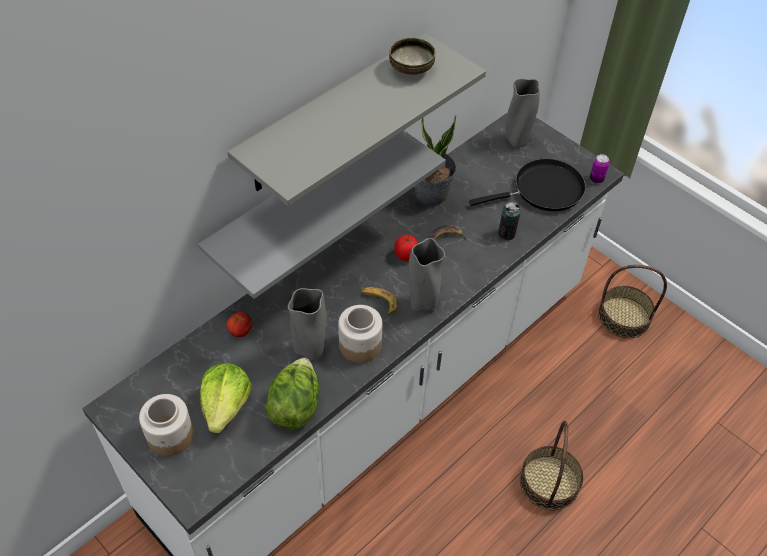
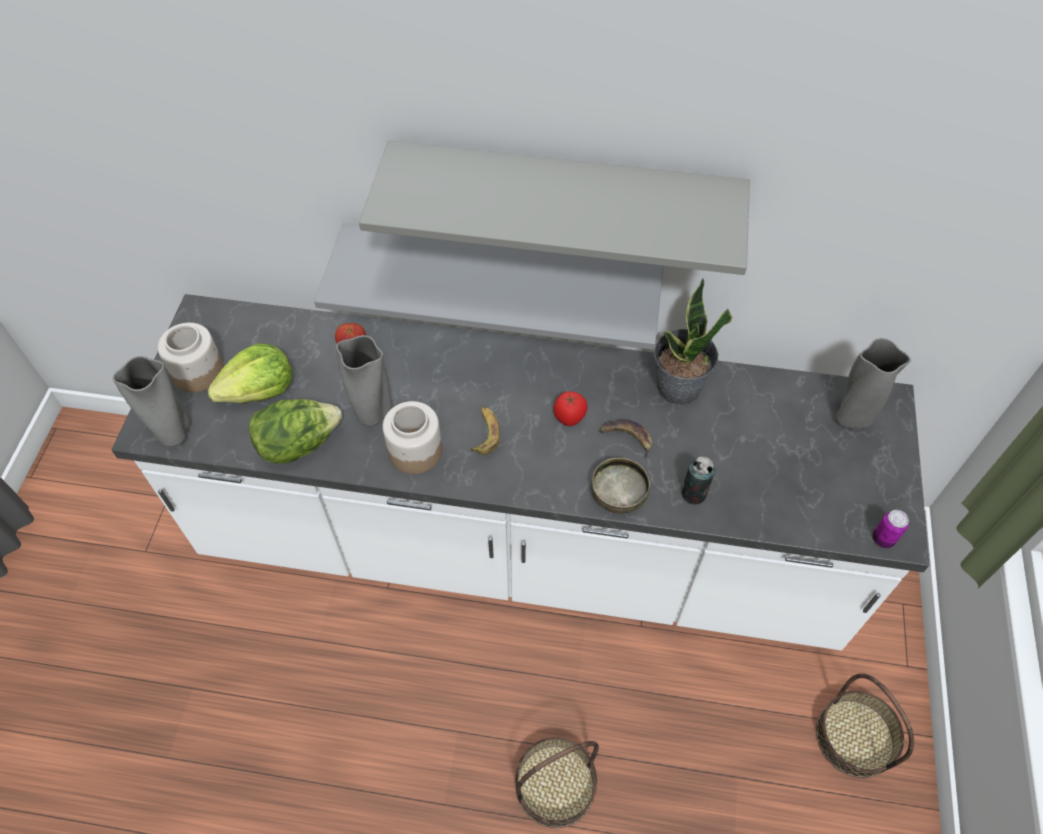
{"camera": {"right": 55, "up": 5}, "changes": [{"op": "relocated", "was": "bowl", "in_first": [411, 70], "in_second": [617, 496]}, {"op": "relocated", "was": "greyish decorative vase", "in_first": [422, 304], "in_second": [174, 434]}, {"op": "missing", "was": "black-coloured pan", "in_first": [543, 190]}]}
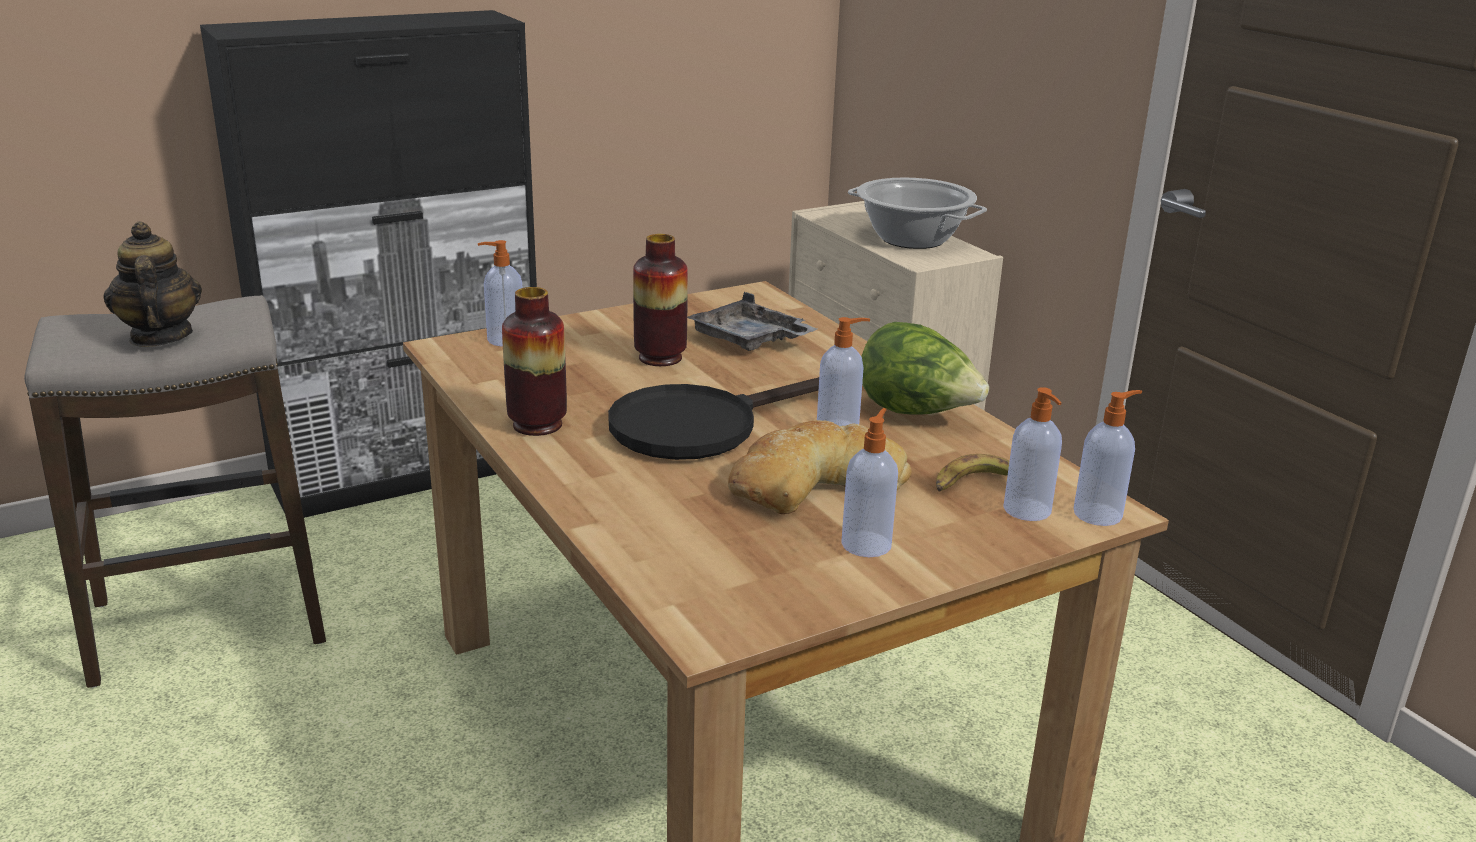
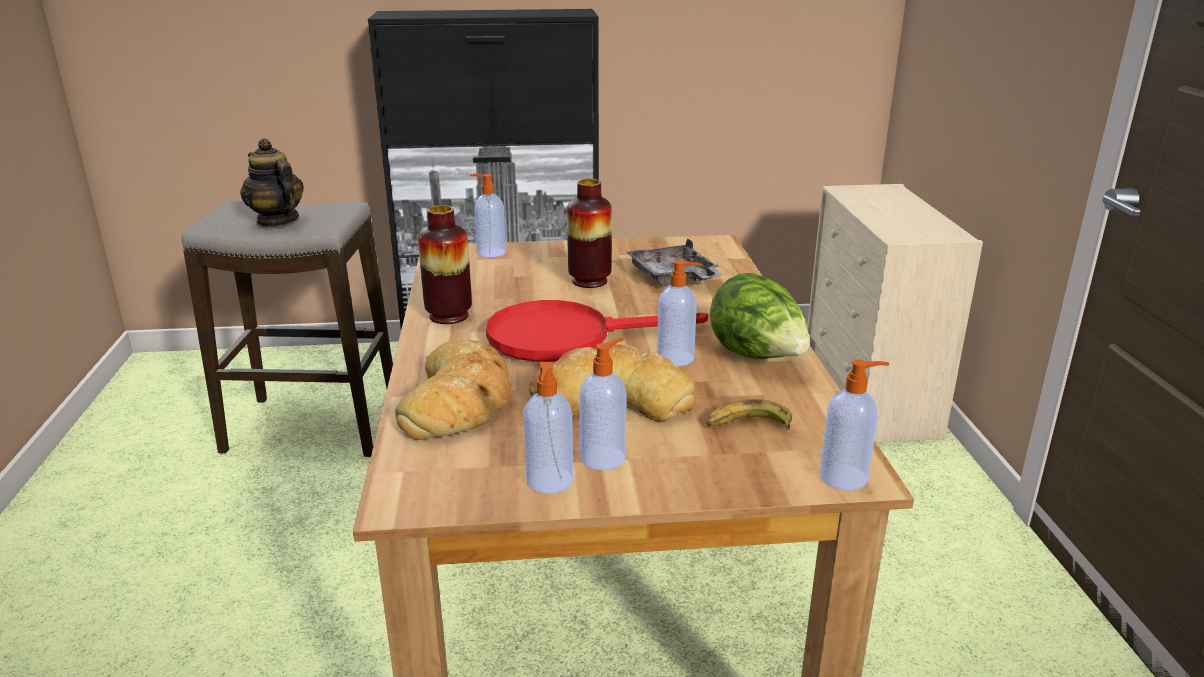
{"camera": {"right": 25, "up": 0}, "changes": [{"op": "spun", "was": "tea pot", "in_first": [160, 337], "in_second": [277, 221], "clockwise": -45}, {"op": "colour", "was": "black-coloured pan", "now": "reddish pan", "in_first": [700, 426], "in_second": [566, 337]}, {"op": "missing", "was": "saucepot", "in_first": [911, 239]}, {"op": "relocated", "was": "liquid soap bottle", "in_first": [1028, 511], "in_second": [549, 482]}, {"op": "appeared", "now": "bread", "in_second": [460, 400]}]}
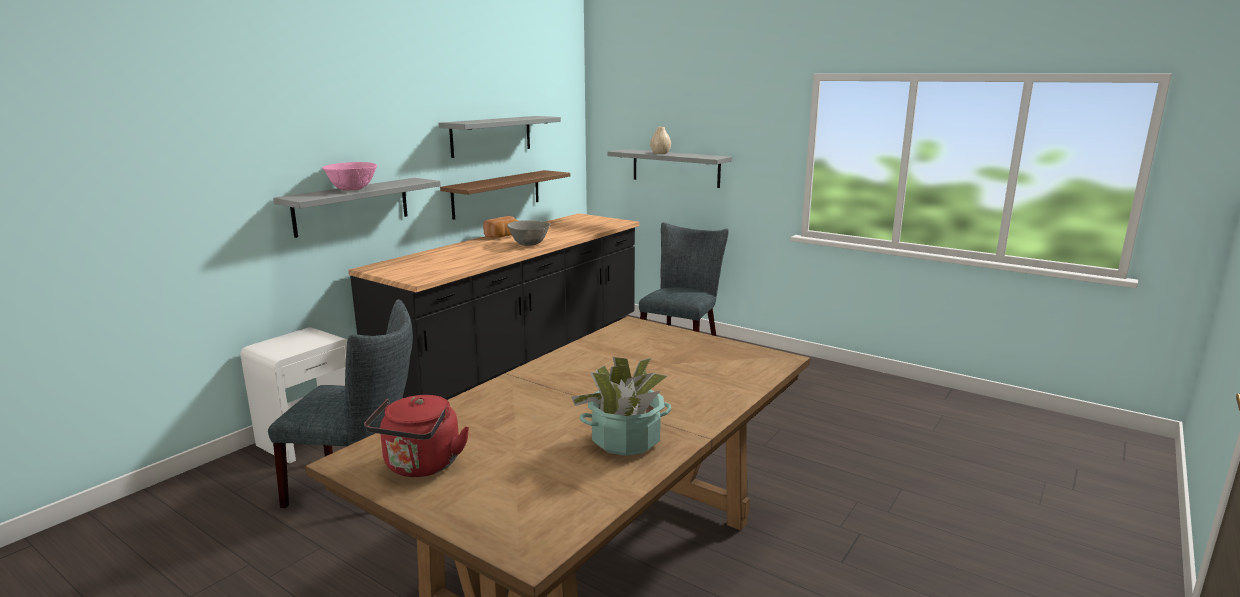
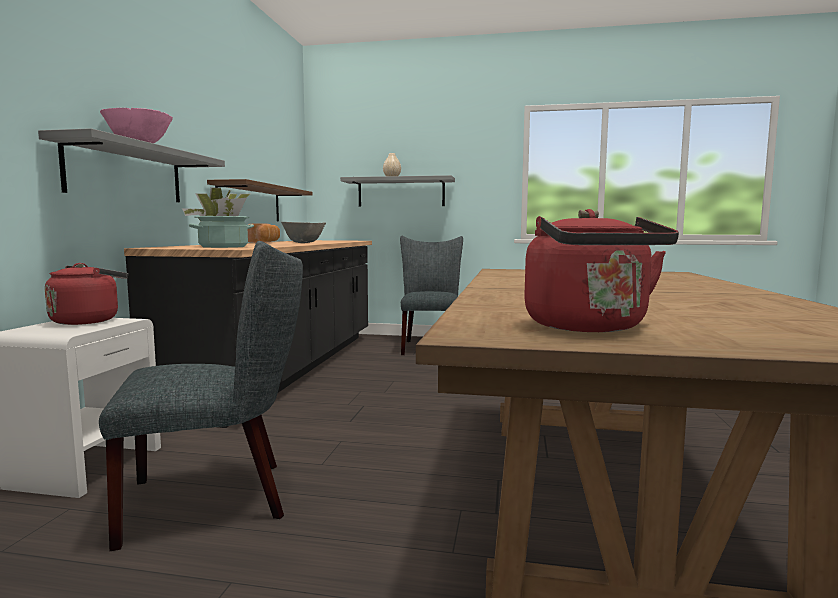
{"camera": {"right": -25, "up": -10}, "changes": [{"op": "missing", "was": "greyish shelf", "in_first": [491, 136]}, {"op": "relocated", "was": "houseplant", "in_first": [626, 441], "in_second": [223, 247]}, {"op": "appeared", "now": "reddish kettle", "in_second": [88, 321]}]}
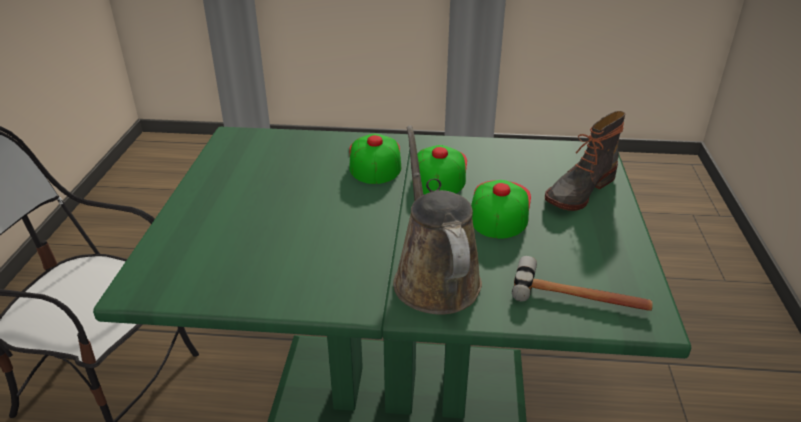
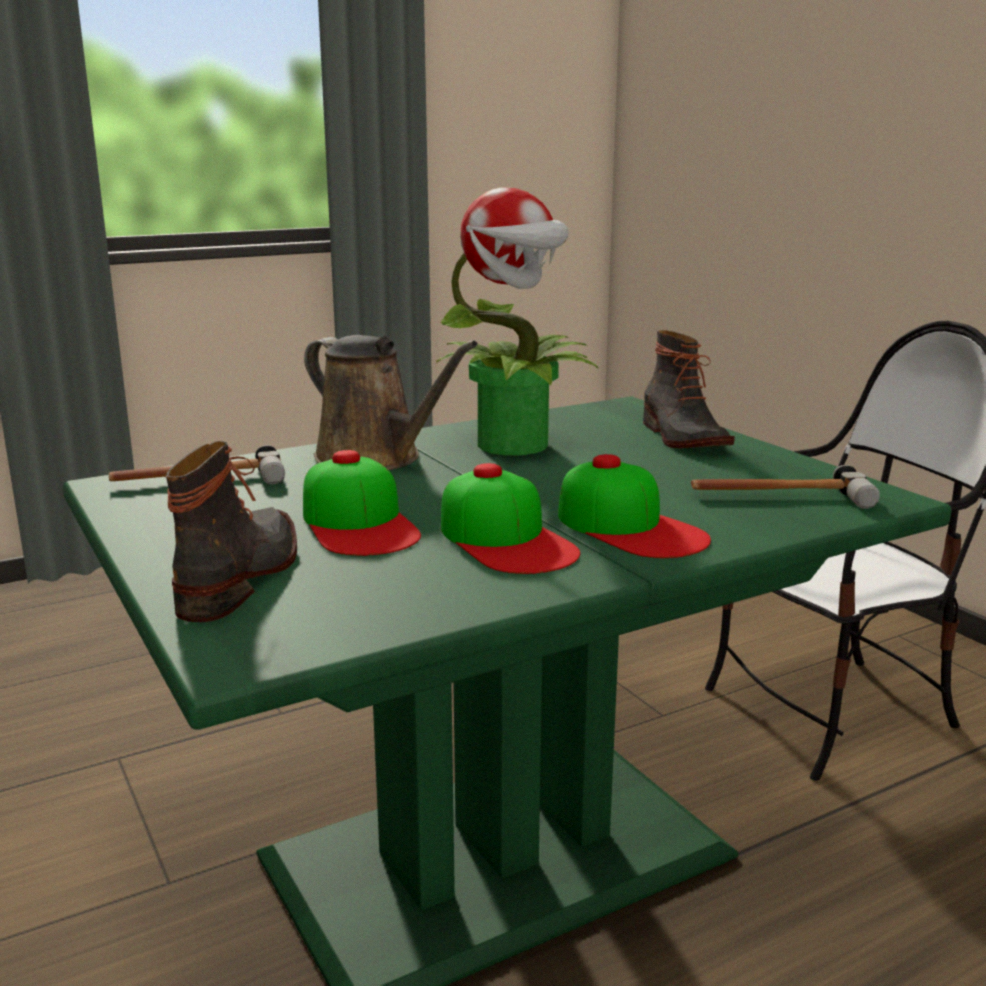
{"camera": {"right": 145, "up": -15}, "changes": [{"op": "appeared", "now": "houseplant", "in_second": [515, 445]}, {"op": "appeared", "now": "high-top boot", "in_second": [681, 437]}, {"op": "appeared", "now": "tool hammer", "in_second": [778, 497]}]}
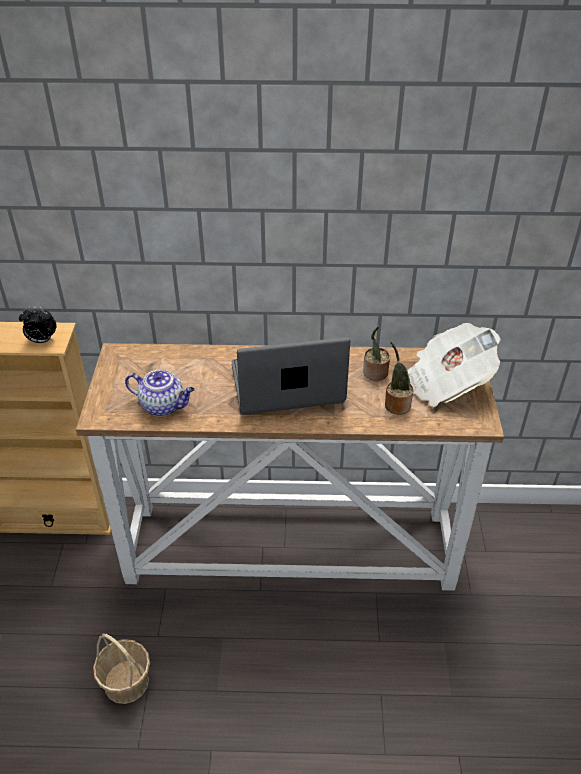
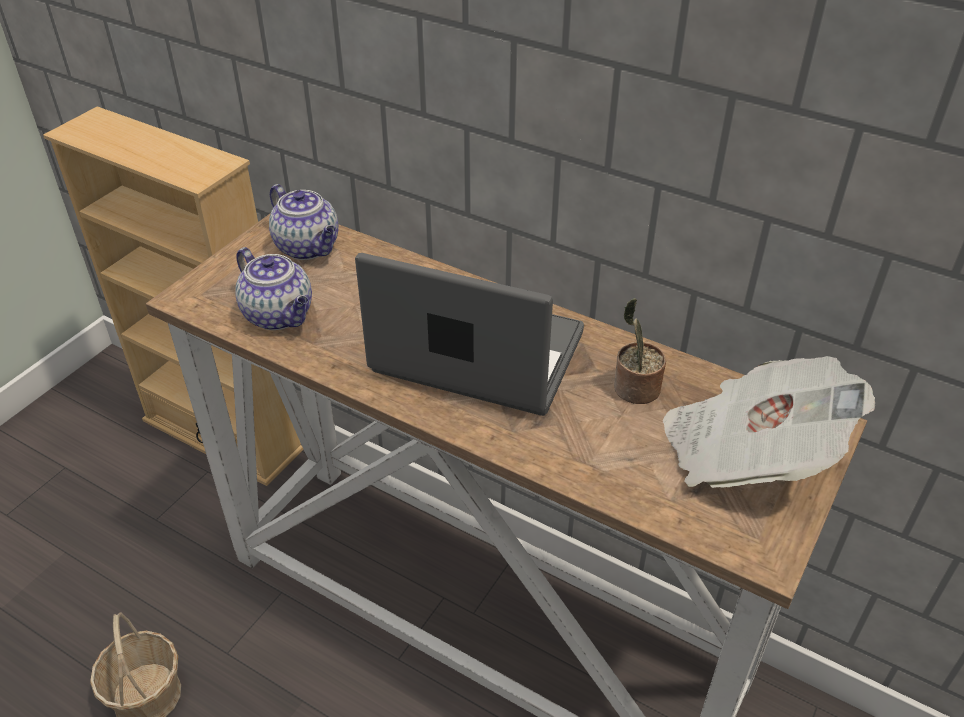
{"camera": {"right": 30, "up": 0}, "changes": [{"op": "missing", "was": "table clock", "in_first": [42, 341]}, {"op": "missing", "was": "houseplant", "in_first": [396, 404]}, {"op": "appeared", "now": "tea pot", "in_second": [309, 248]}]}
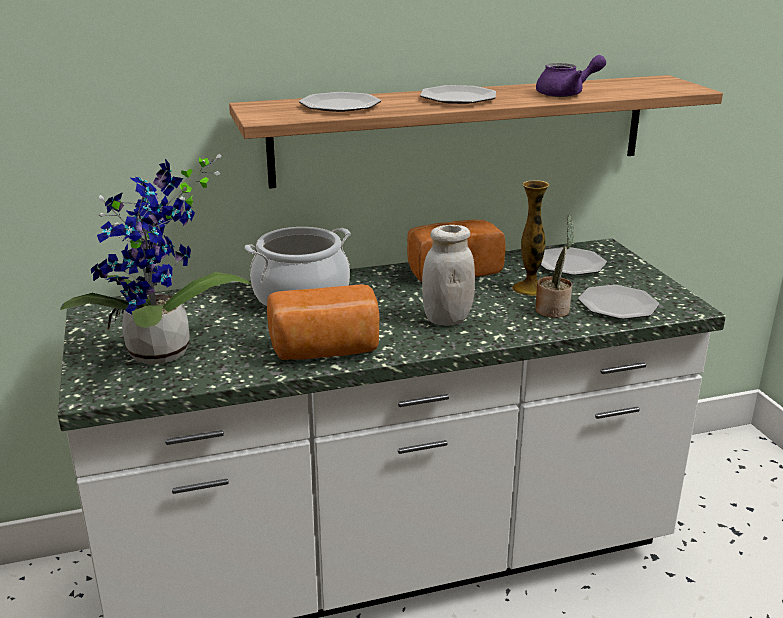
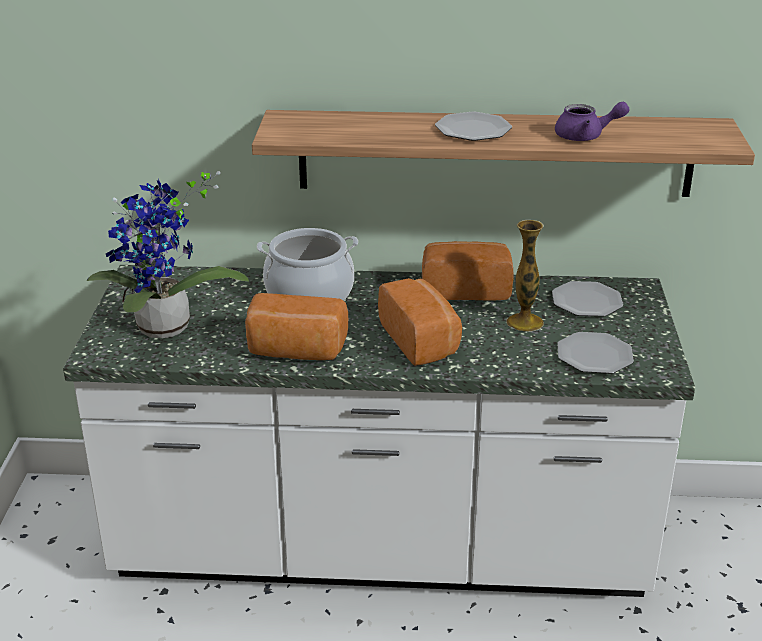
{"camera": {"right": 20, "up": 5}, "changes": [{"op": "missing", "was": "plate", "in_first": [341, 105]}, {"op": "exchanged", "was": "white preserve jar", "now": "bread", "in_first": [447, 319], "in_second": [421, 340]}, {"op": "missing", "was": "houseplant", "in_first": [553, 309]}]}
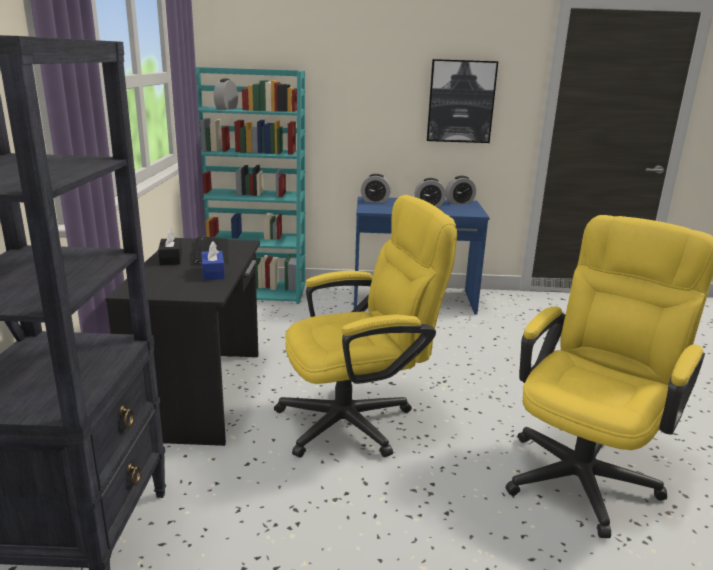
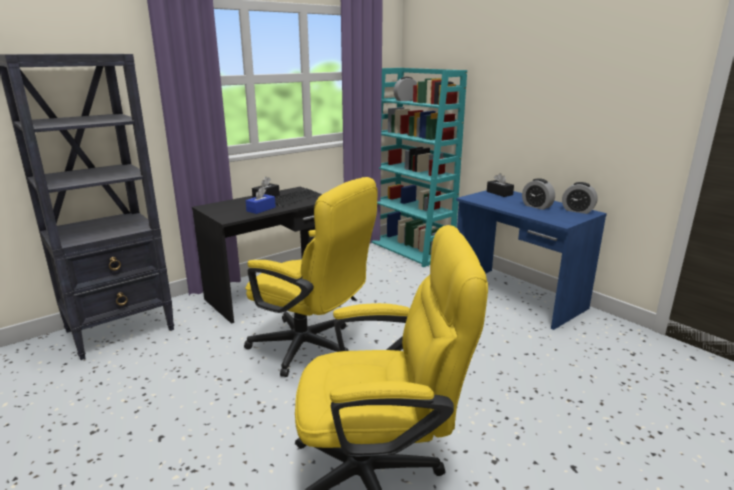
{"camera": {"right": 50, "up": 0}, "changes": [{"op": "exchanged", "was": "table clock", "now": "black-coloured box of tissues", "in_first": [375, 201], "in_second": [499, 193]}, {"op": "missing", "was": "wall picture", "in_first": [461, 101]}]}
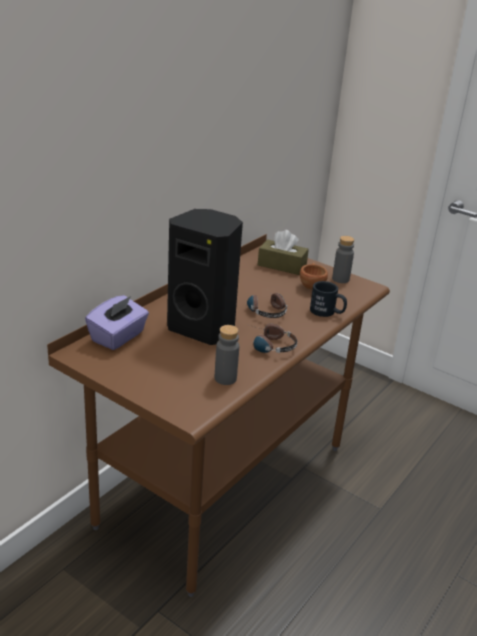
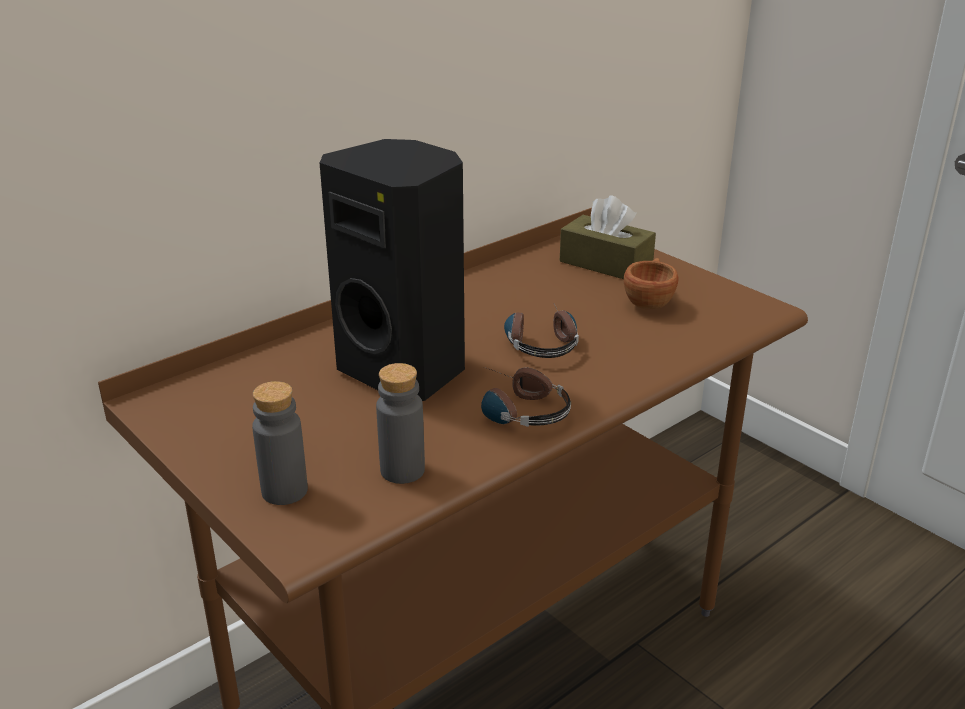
{"camera": {"right": 15, "up": 0}, "changes": [{"op": "missing", "was": "purplish box of tissues", "in_first": [118, 337]}, {"op": "missing", "was": "black-coloured tea mug", "in_first": [327, 312]}, {"op": "relocated", "was": "greyish bottle", "in_first": [340, 279], "in_second": [284, 491]}]}
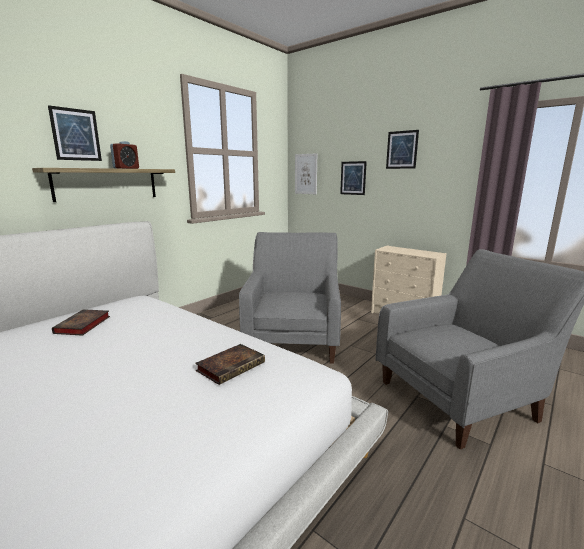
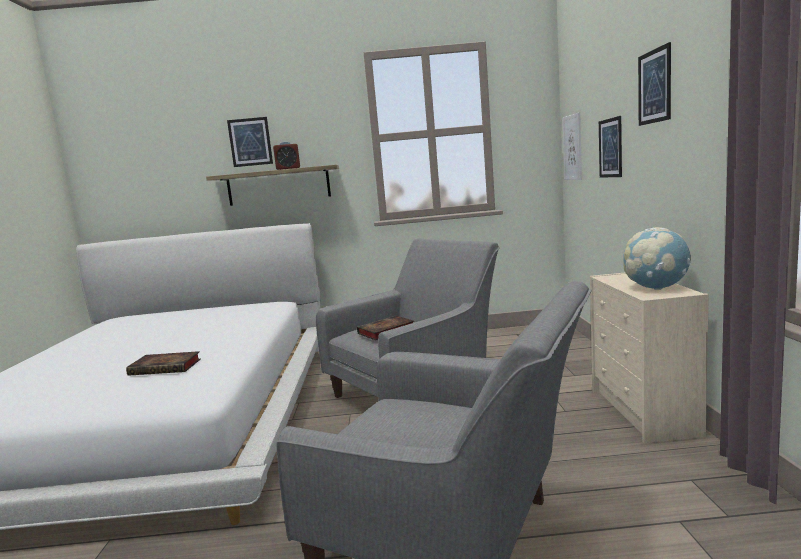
{"camera": {"right": 50, "up": -5}, "changes": [{"op": "relocated", "was": "volume", "in_first": [82, 325], "in_second": [385, 331]}, {"op": "appeared", "now": "desk globe", "in_second": [656, 288]}]}
